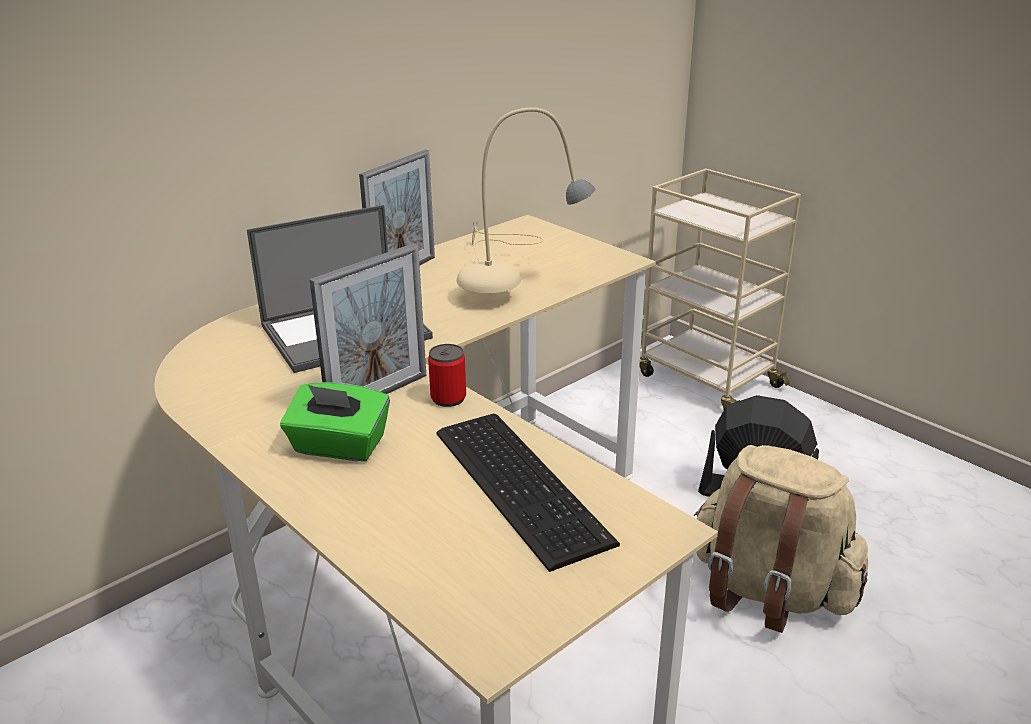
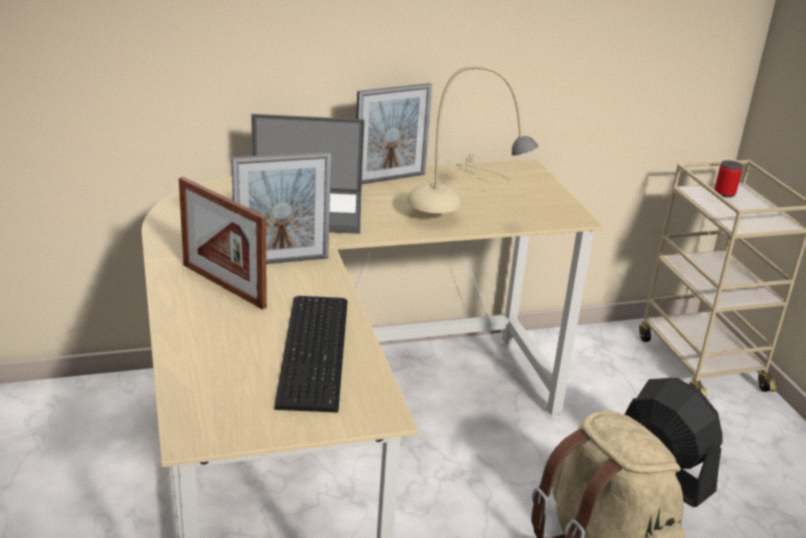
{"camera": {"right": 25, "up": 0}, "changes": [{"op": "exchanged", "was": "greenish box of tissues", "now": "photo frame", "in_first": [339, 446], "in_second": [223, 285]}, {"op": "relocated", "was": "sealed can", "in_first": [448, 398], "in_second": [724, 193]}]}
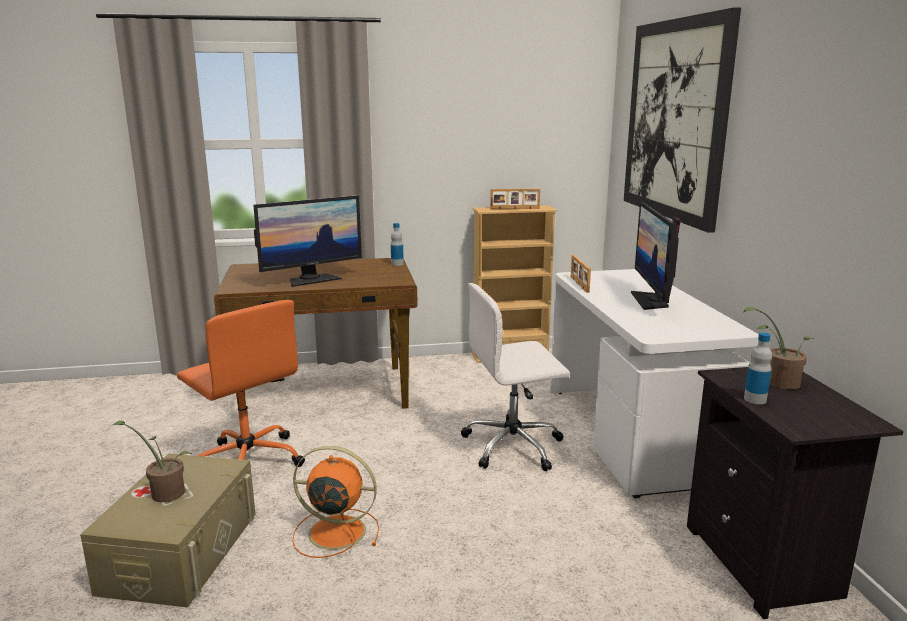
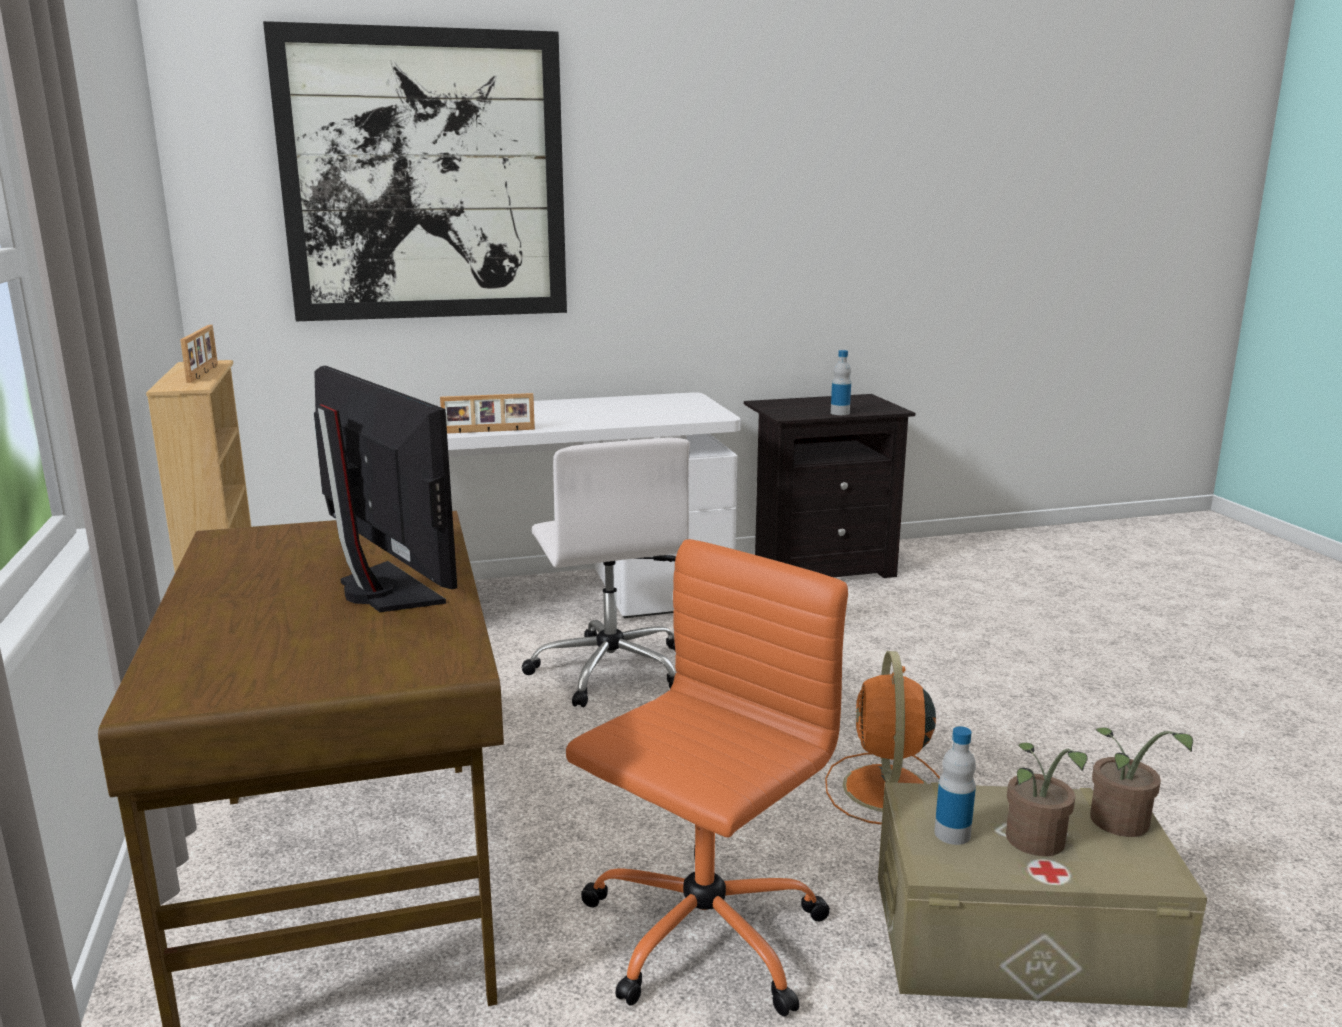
{"camera": {"right": -95, "up": 0}, "changes": [{"op": "relocated", "was": "bottle", "in_first": [397, 264], "in_second": [952, 834]}, {"op": "missing", "was": "computer screen", "in_first": [652, 301]}, {"op": "relocated", "was": "houseplant", "in_first": [776, 382], "in_second": [1122, 826]}]}
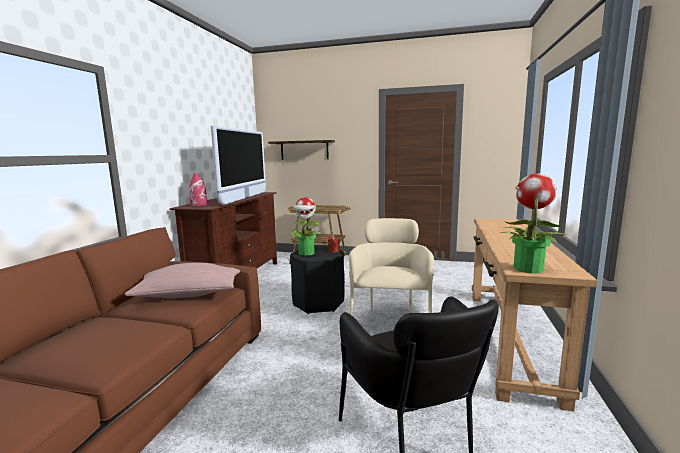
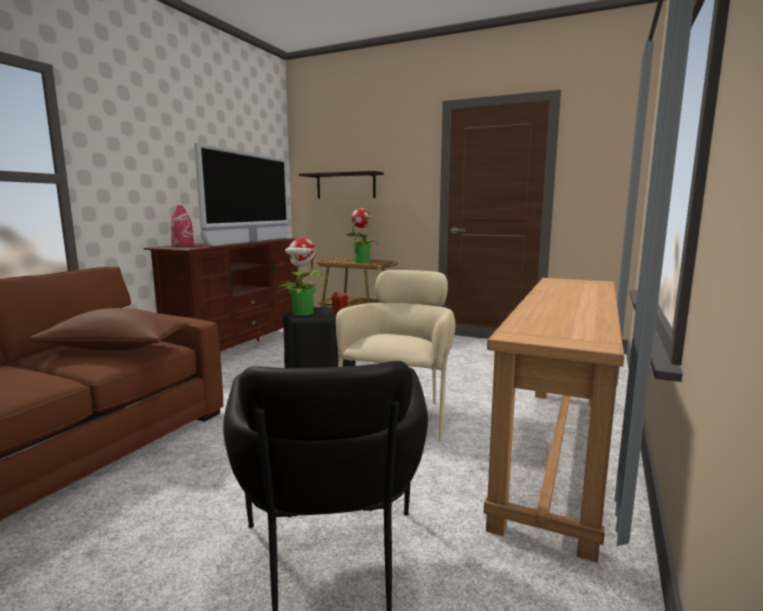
{"camera": {"right": 10, "up": 0}, "changes": [{"op": "colour", "was": "pink throw pillow", "now": "brown-coloured throw pillow", "in_first": [188, 295], "in_second": [115, 349]}, {"op": "relocated", "was": "houseplant", "in_first": [527, 268], "in_second": [362, 262]}]}
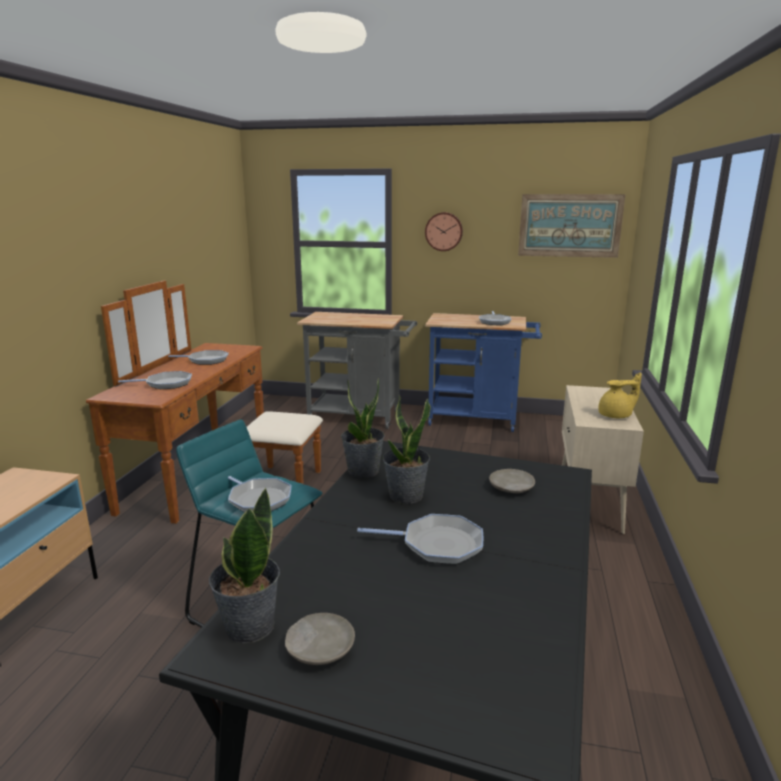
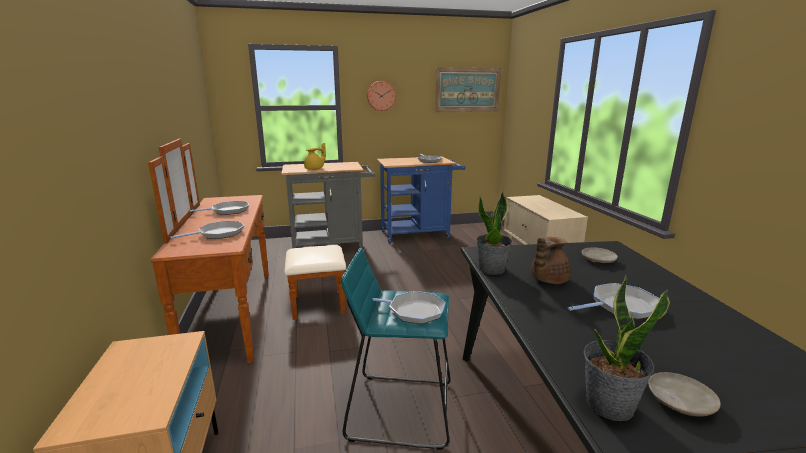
{"camera": {"right": -25, "up": 0}, "changes": [{"op": "exchanged", "was": "houseplant", "now": "brown-coloured tea pot", "in_first": [406, 496], "in_second": [547, 279]}, {"op": "relocated", "was": "yellowish tea pot", "in_first": [616, 416], "in_second": [315, 169]}]}
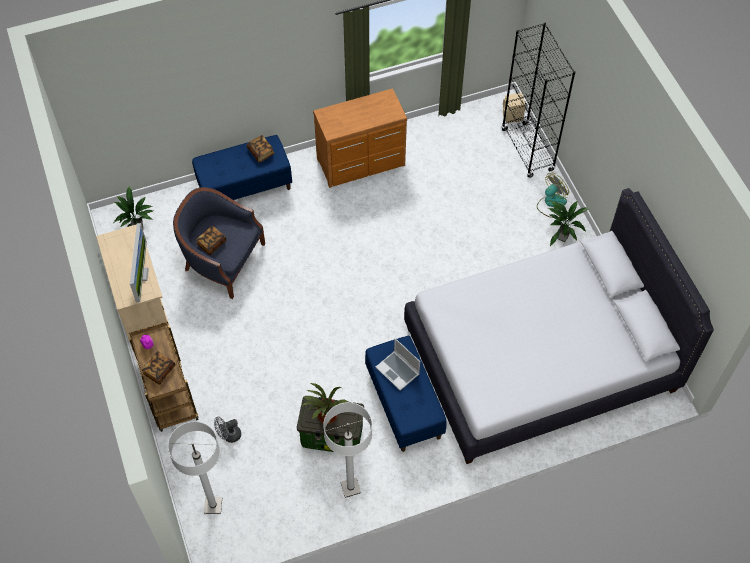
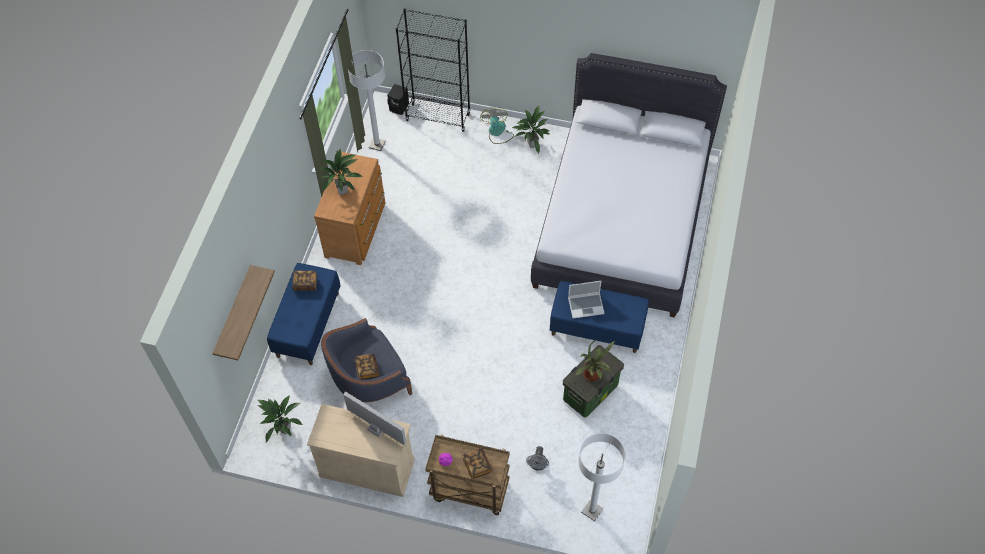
{"camera": {"right": -55, "up": 0}, "changes": [{"op": "relocated", "was": "white standard lamp", "in_first": [350, 488], "in_second": [377, 144]}, {"op": "colour", "was": "beige-coloured speaker", "now": "black-coloured speaker", "in_first": [512, 117], "in_second": [399, 107]}, {"op": "appeared", "now": "shelf", "in_second": [234, 314]}, {"op": "appeared", "now": "houseplant", "in_second": [343, 190]}]}
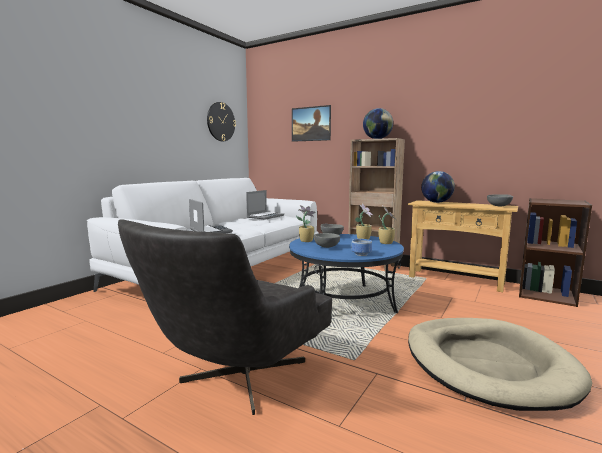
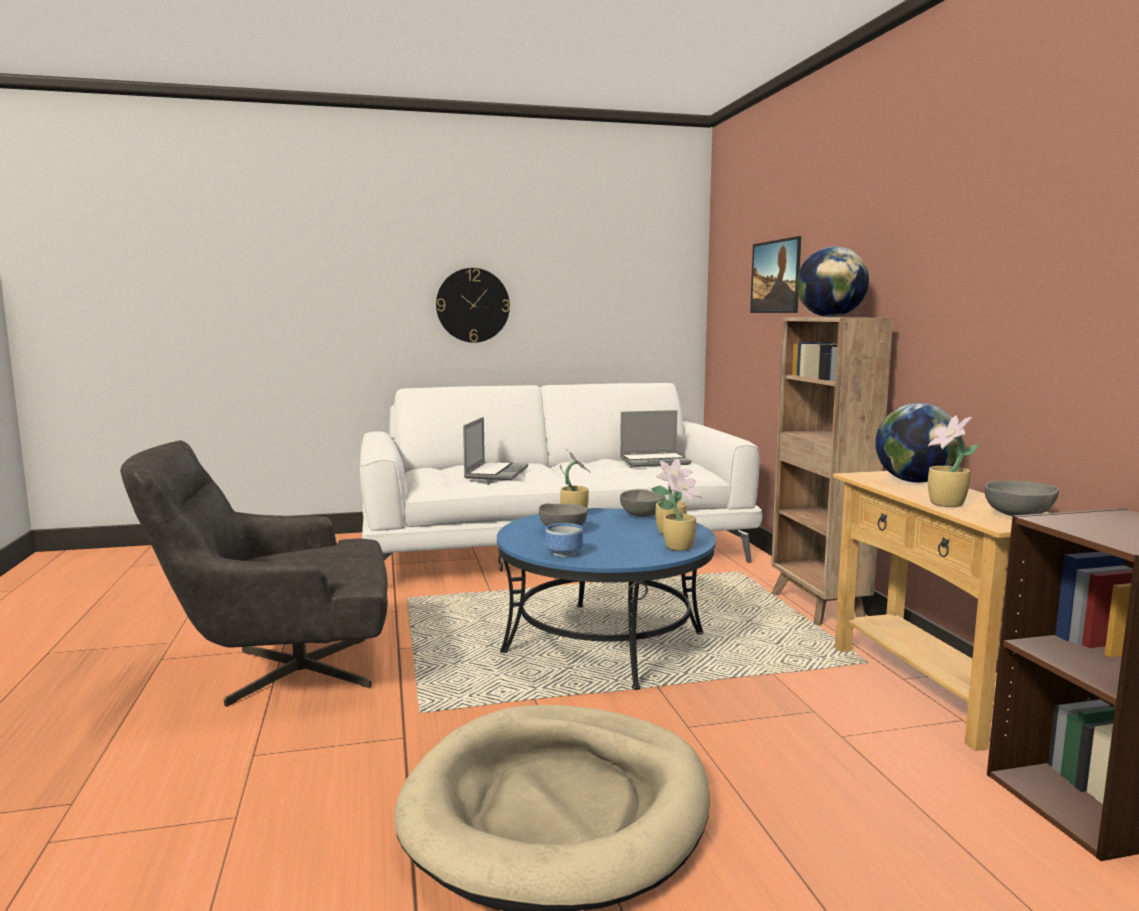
{"camera": {"right": 45, "up": 0}, "changes": [{"op": "relocated", "was": "hanging clock", "in_first": [221, 121], "in_second": [473, 305]}, {"op": "appeared", "now": "houseplant", "in_second": [946, 504]}]}
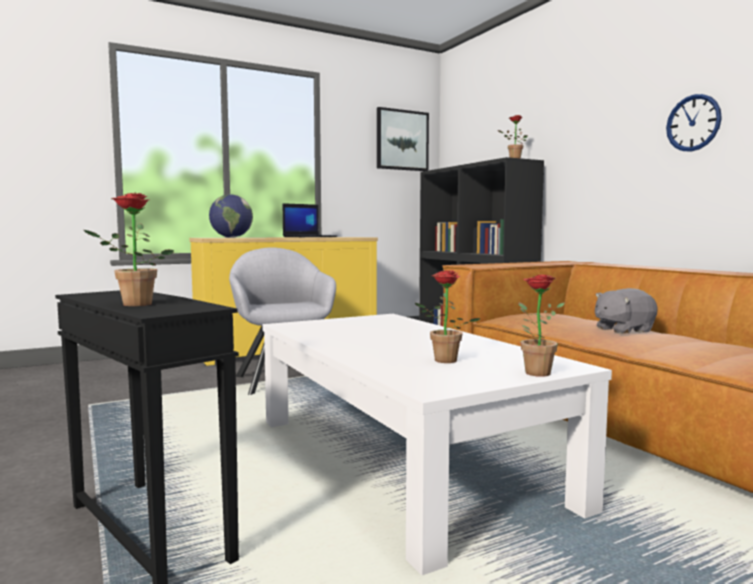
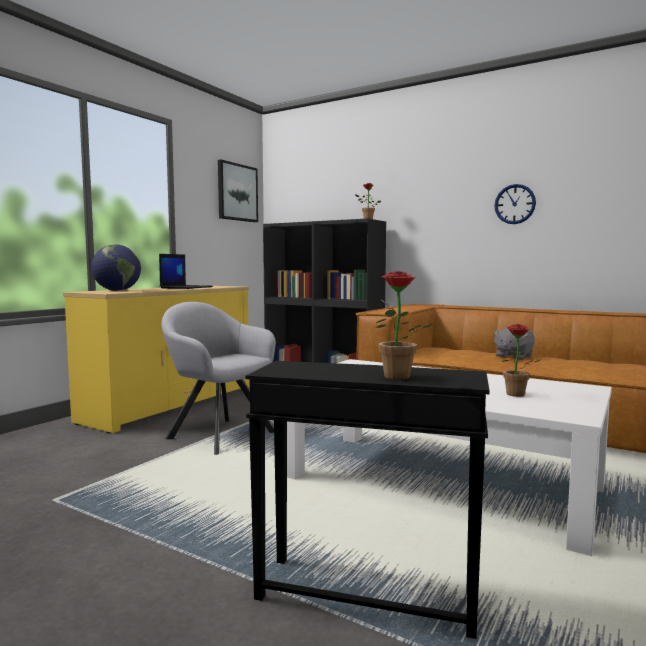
{"camera": {"right": -30, "up": 0}, "changes": [{"op": "missing", "was": "houseplant", "in_first": [533, 372]}]}
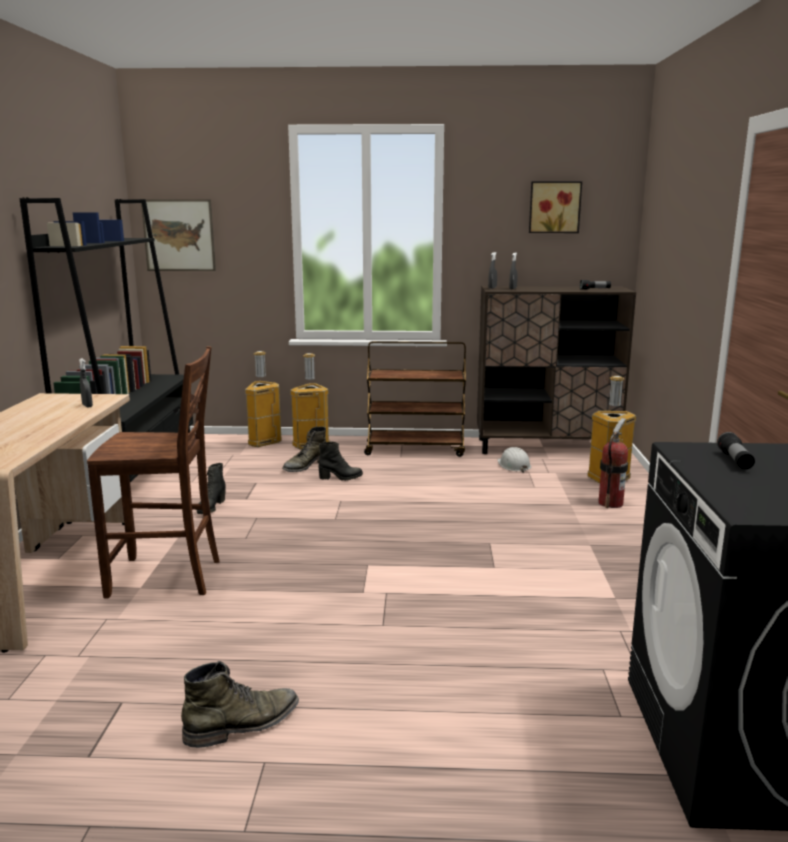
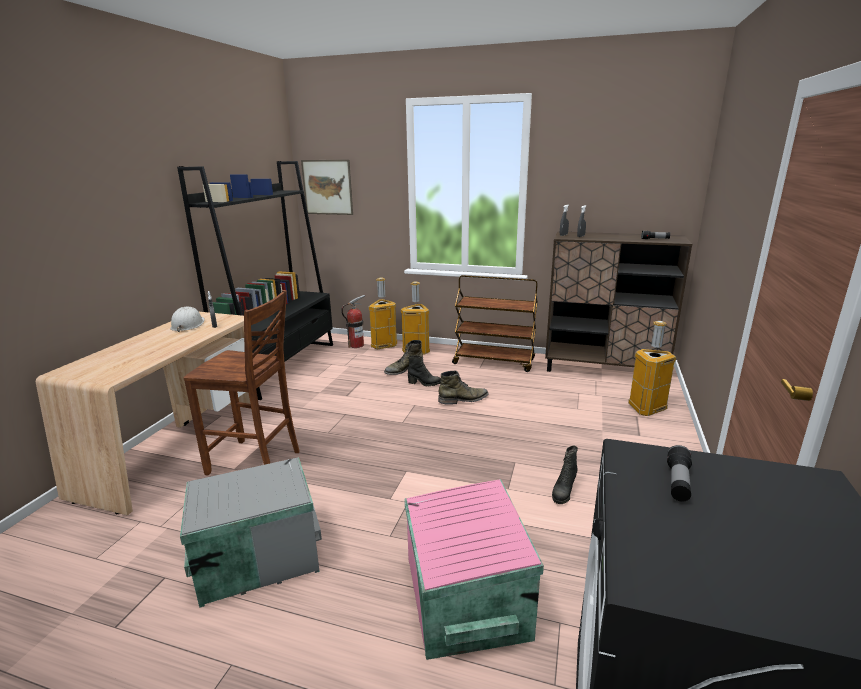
{"camera": {"right": 15, "up": 5}, "changes": [{"op": "relocated", "was": "greenish high-top boot", "in_first": [243, 724], "in_second": [463, 400]}, {"op": "relocated", "was": "black-coloured high-top boot", "in_first": [211, 507], "in_second": [563, 492]}, {"op": "relocated", "was": "white work helmet", "in_first": [513, 465], "in_second": [188, 325]}, {"op": "missing", "was": "wall picture", "in_first": [554, 207]}, {"op": "relocated", "was": "fire extinguisher", "in_first": [610, 503], "in_second": [356, 345]}, {"op": "appeared", "now": "greyish storage container", "in_second": [256, 554]}, {"op": "appeared", "now": "pink storage container", "in_second": [464, 598]}]}
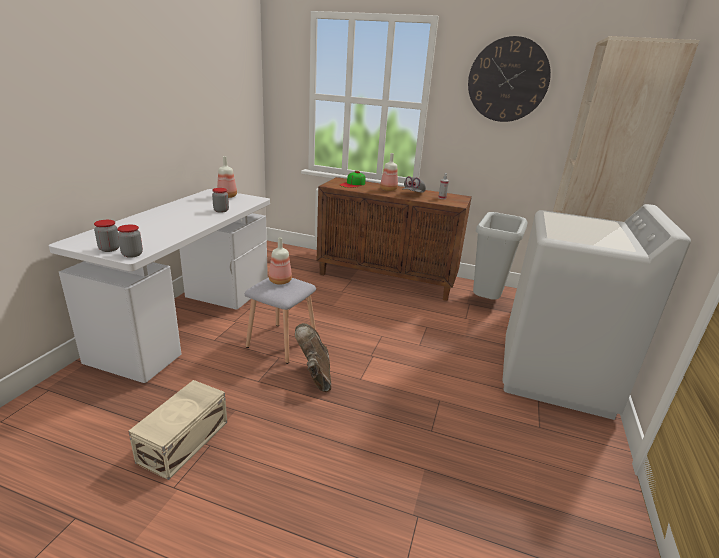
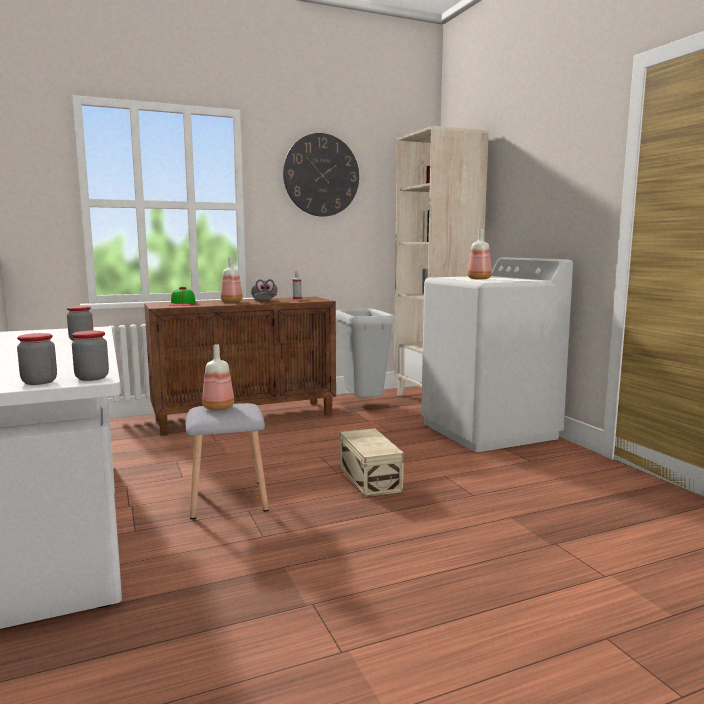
{"camera": {"right": -40, "up": -15}, "changes": [{"op": "relocated", "was": "beige-coloured storage container", "in_first": [186, 441], "in_second": [370, 478]}, {"op": "relocated", "was": "bottle", "in_first": [228, 196], "in_second": [479, 279]}, {"op": "missing", "was": "brown-coloured high-top boot", "in_first": [315, 375]}]}
